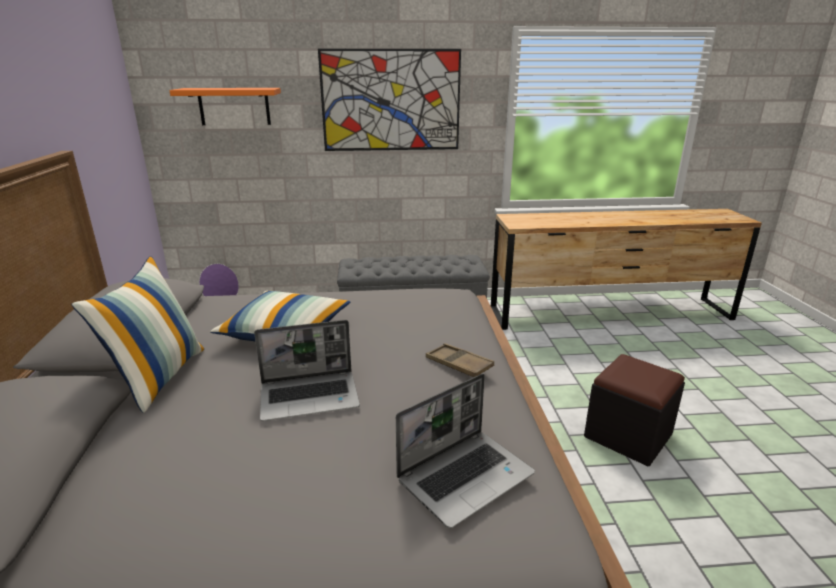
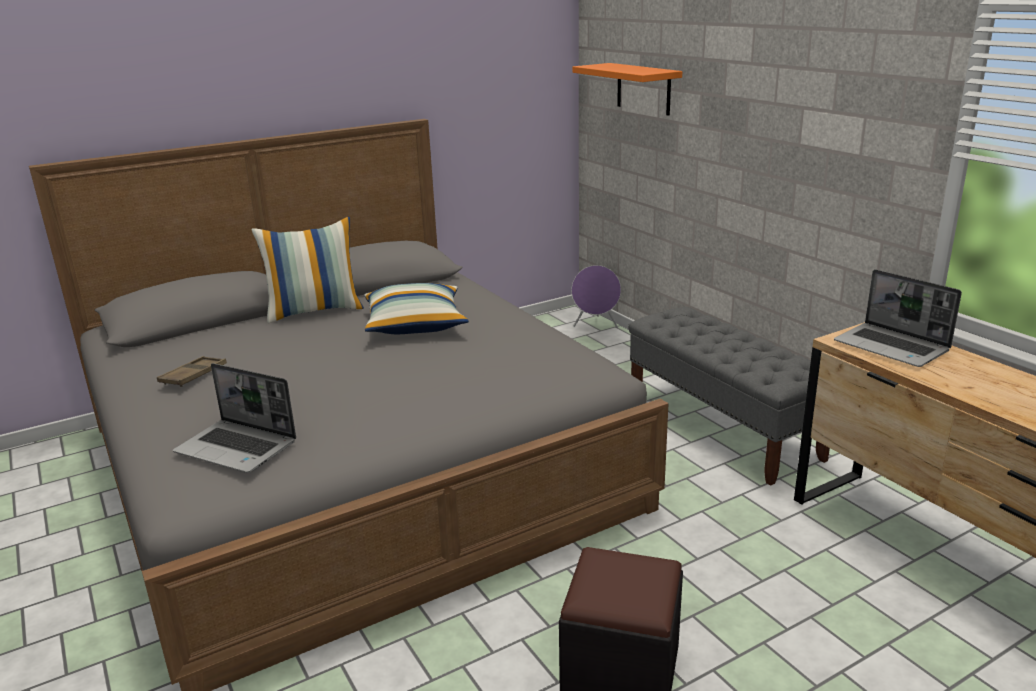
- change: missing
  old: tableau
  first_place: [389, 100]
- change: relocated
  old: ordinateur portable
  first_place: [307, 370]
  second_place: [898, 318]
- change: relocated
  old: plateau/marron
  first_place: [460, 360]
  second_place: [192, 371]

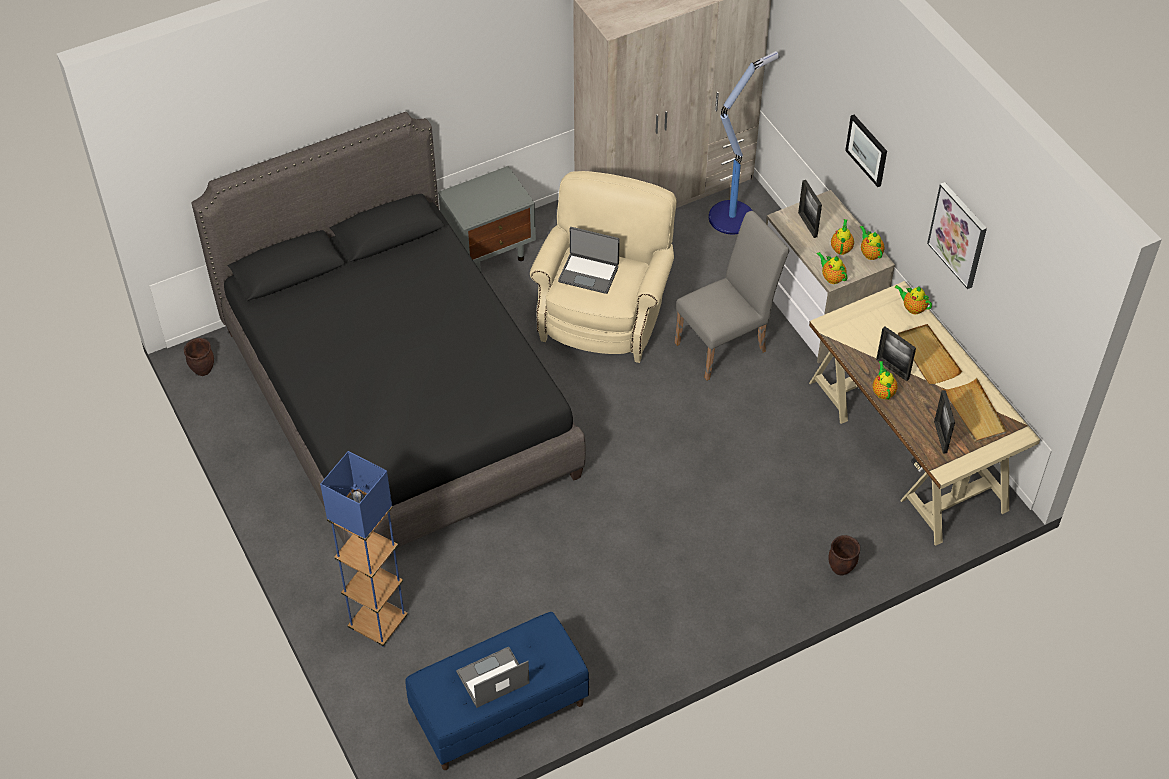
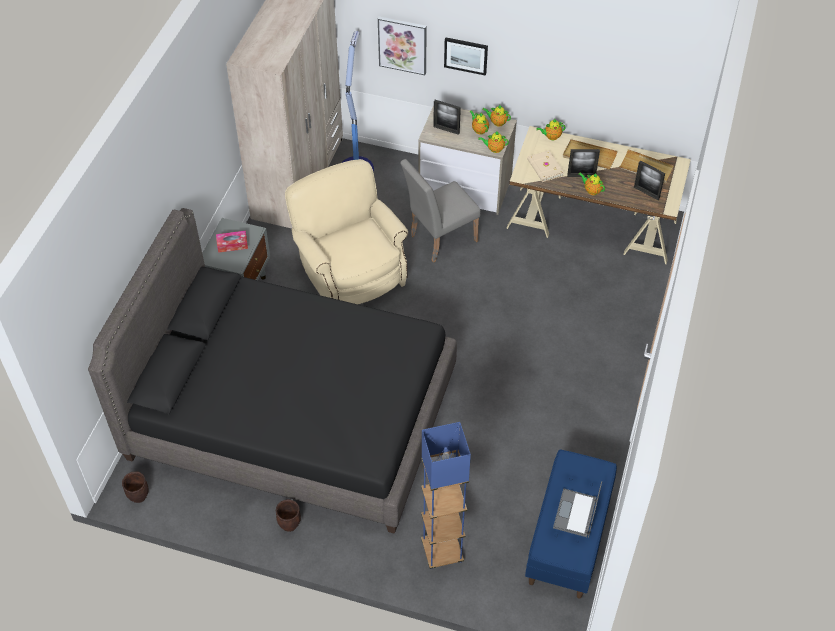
- change: relocated
  old: tableau
  first_place: [957, 235]
  second_place: [402, 45]
- change: spun
  old: chaise/gris
  first_place: [732, 296]
  second_place: [440, 211]
  degrees: -135
- change: missing
  old: ordinateur portable
  first_place: [589, 260]
- change: relocated
  old: cache-pot/marron
  first_place: [844, 555]
  second_place: [288, 515]
- change: appeared
  new: livre/beige
  second_place: [545, 166]
- change: appeared
  new: boîte à mouchoirs
  second_place: [232, 242]

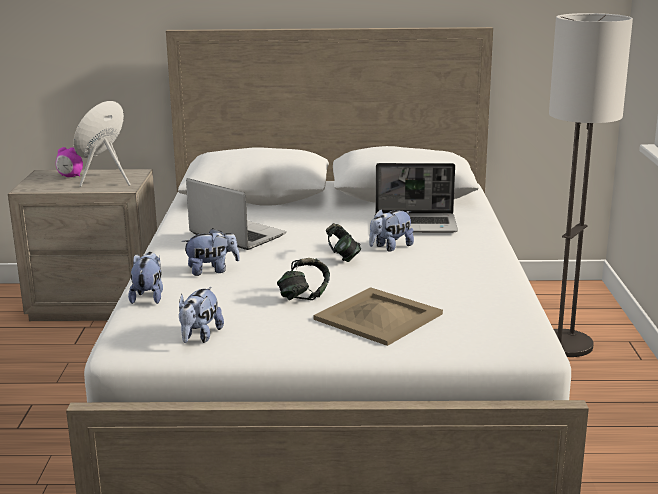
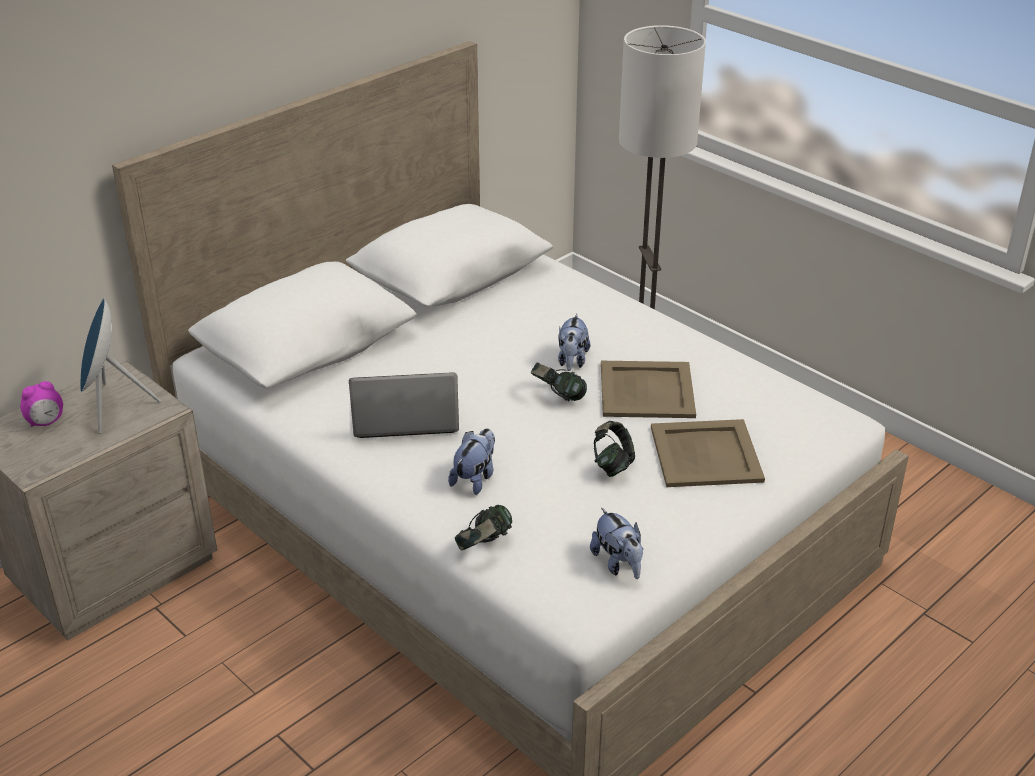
- change: missing
  old: ordinateur portable
  first_place: [416, 198]
- change: exchanged
  old: peluche
  new: casque audio
  first_place: [145, 278]
  second_place: [483, 527]
- change: appeared
  new: plateau/beige
  second_place: [648, 389]

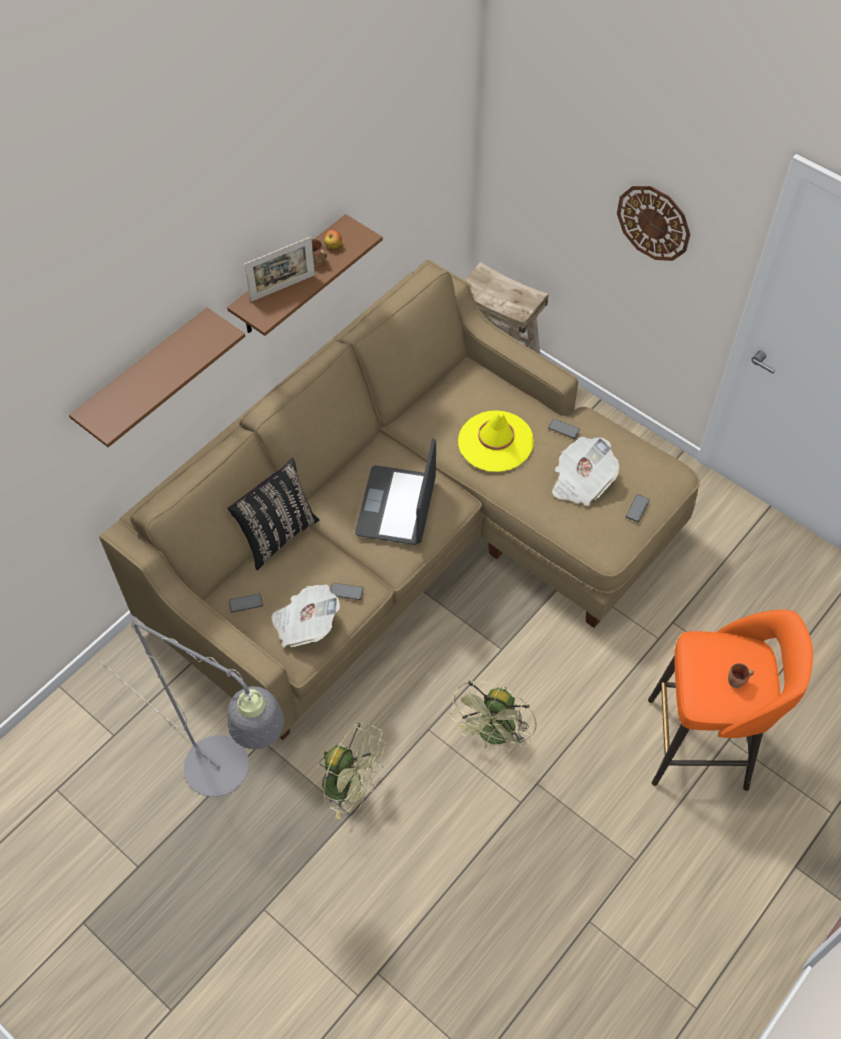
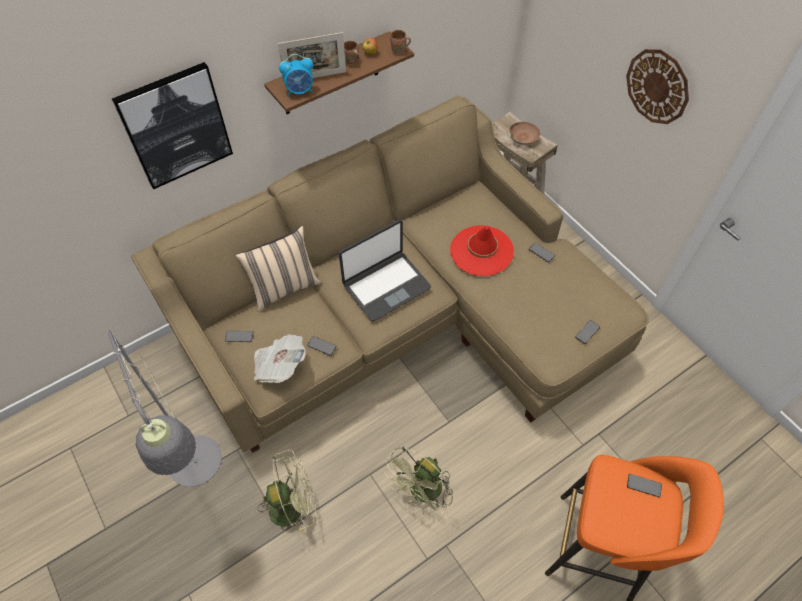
- change: exchanged
  old: étagère/marron
  new: tableau
  first_place: [157, 377]
  second_place: [172, 126]
- change: colour
  old: chapeau/jaune
  new: chapeau/rouge
  first_place: [496, 441]
  second_place: [482, 250]
- change: missing
  old: journal
  first_place: [585, 471]
- change: spun
  old: ordinateur portable
  first_place: [395, 491]
  second_place: [385, 270]
  degrees: -150
- change: colour
  old: coussin/noir
  new: coussin/beige
  first_place: [273, 514]
  second_place: [278, 269]
- change: relocated
  old: mug/marron
  first_place: [741, 675]
  second_place: [400, 42]
- change: spun
  old: ventilateur/vert
  first_place: [353, 770]
  second_place: [287, 492]
  degrees: -60
- change: appeared
  new: réveil
  second_place: [296, 75]
- change: appeared
  new: bol/marron
  second_place: [525, 133]
- change: appeared
  new: téléphone
  second_place: [644, 485]

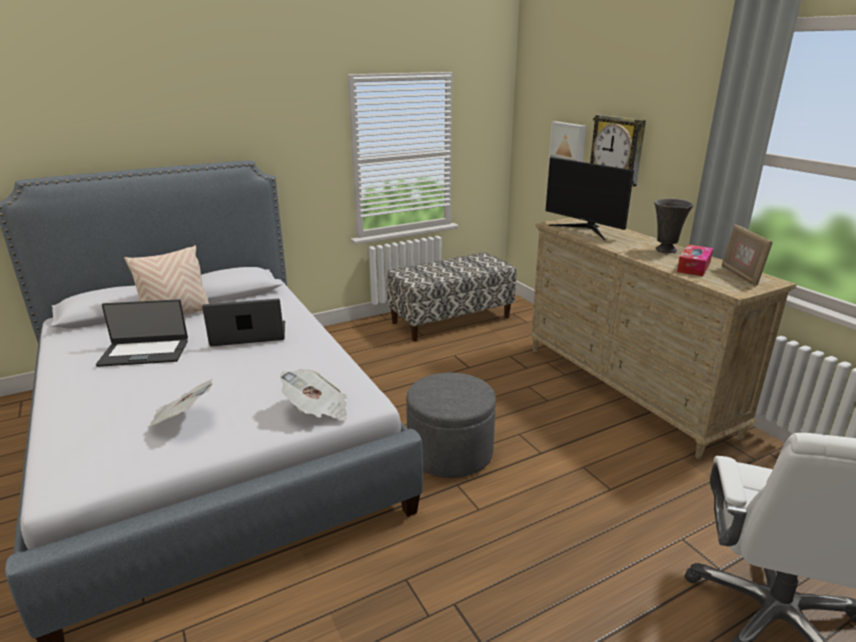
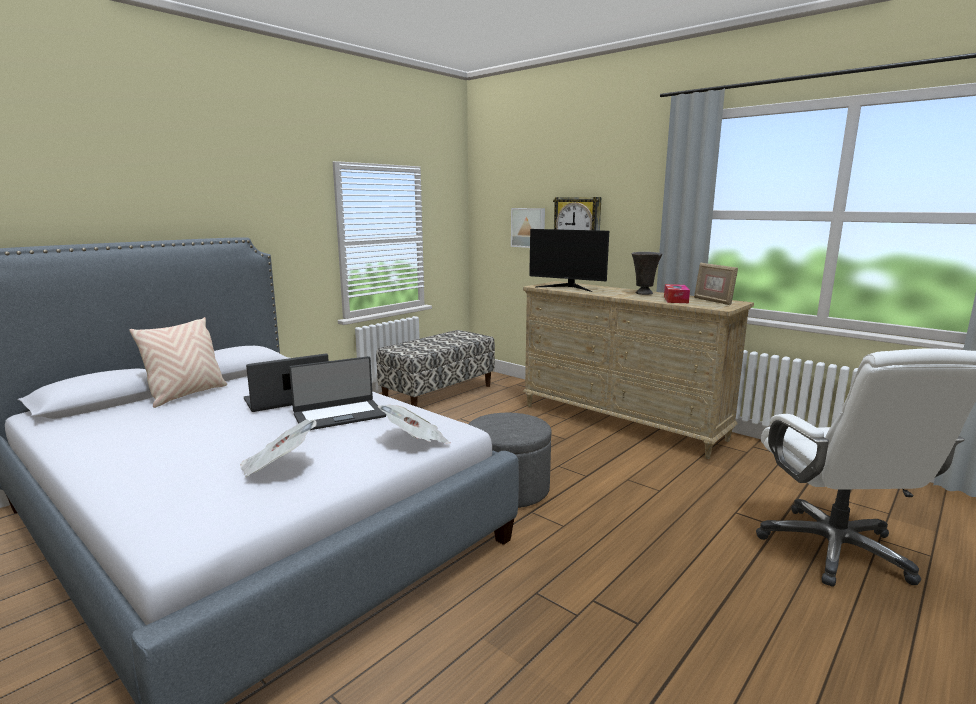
- change: relocated
  old: ordinateur portable
  first_place: [142, 333]
  second_place: [337, 393]

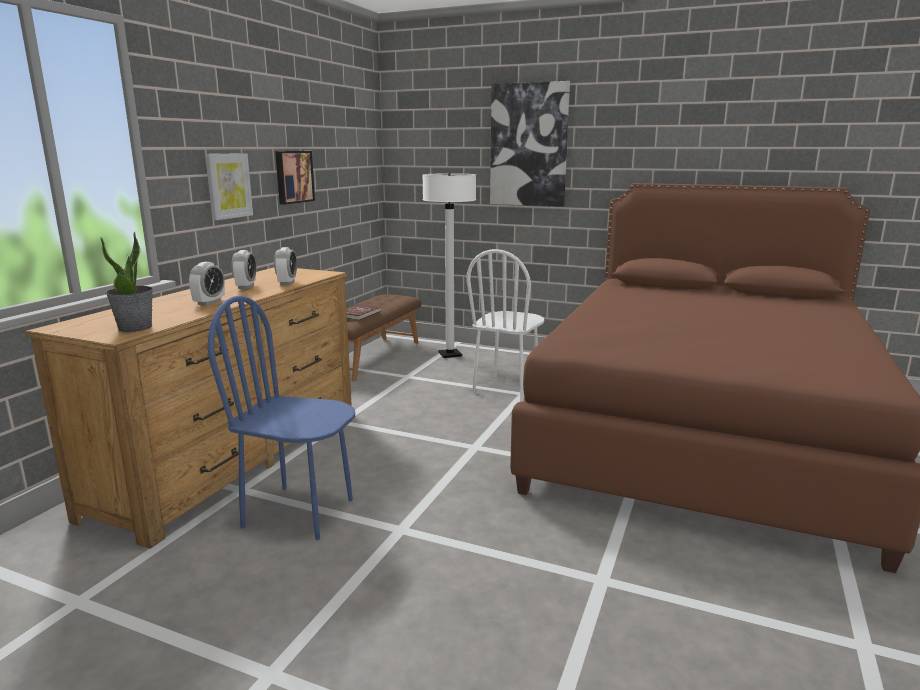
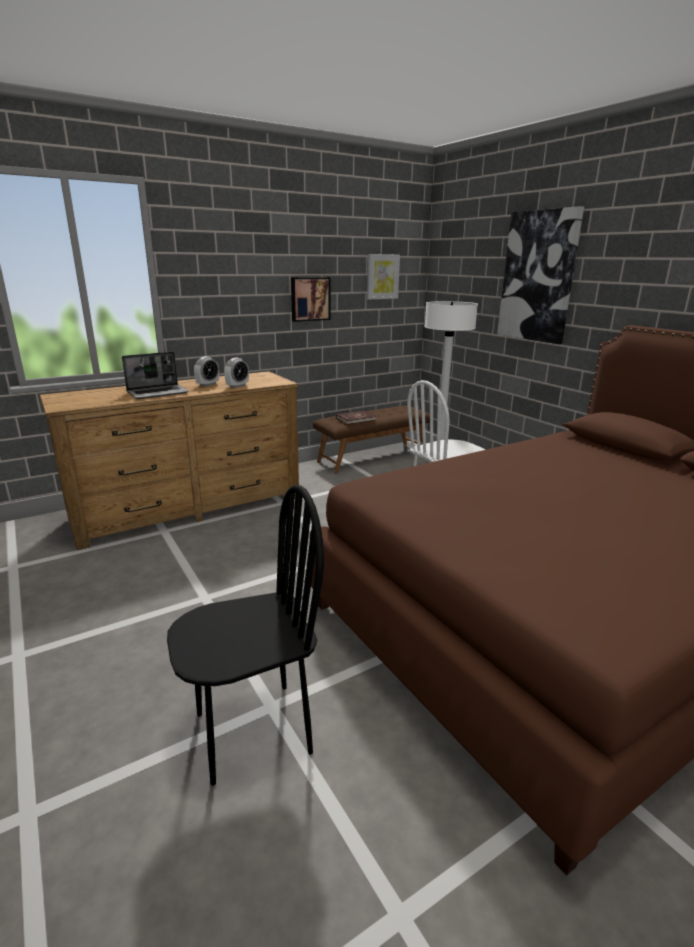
- change: relocated
  old: tableau
  first_place: [229, 186]
  second_place: [383, 276]
- change: missing
  old: plante en pot
  first_place: [126, 281]
- change: exchanged
  old: réveil
  new: ordinateur portable
  first_place: [207, 284]
  second_place: [155, 375]
- change: missing
  old: chaise/bleu
  first_place: [281, 417]
- change: appeared
  new: chaise/noir
  second_place: [245, 635]

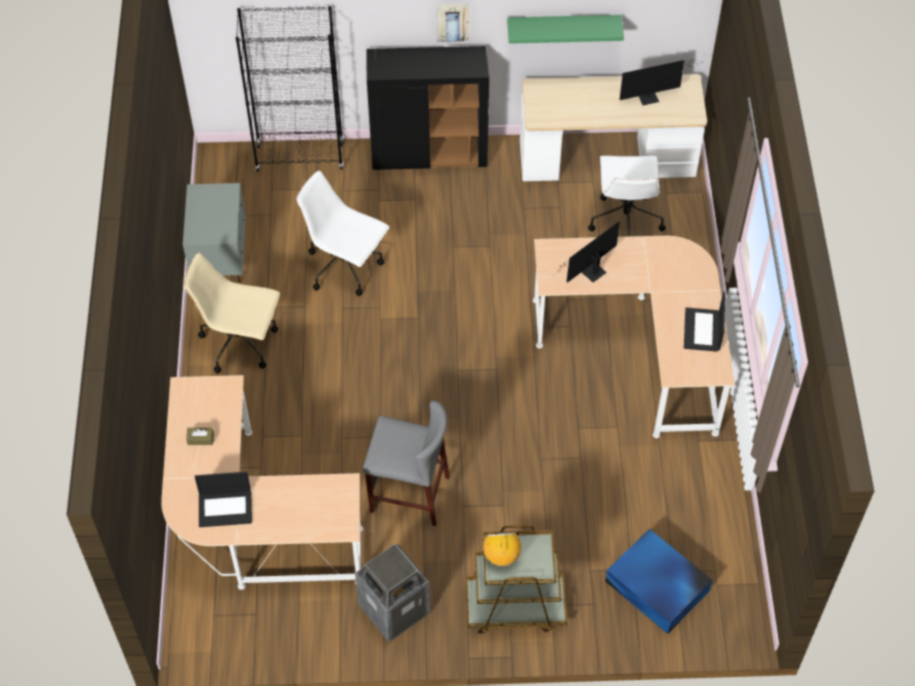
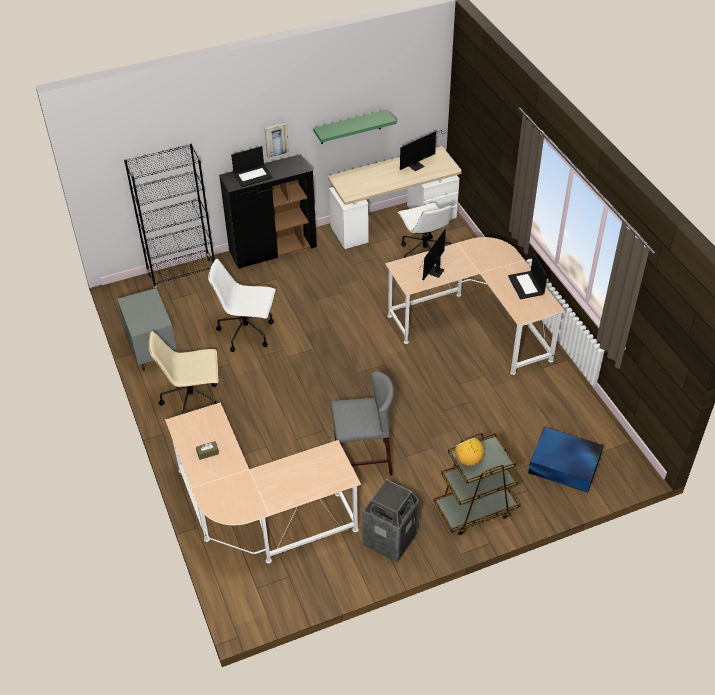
- change: relocated
  old: ordinateur portable
  first_place: [223, 499]
  second_place: [252, 166]

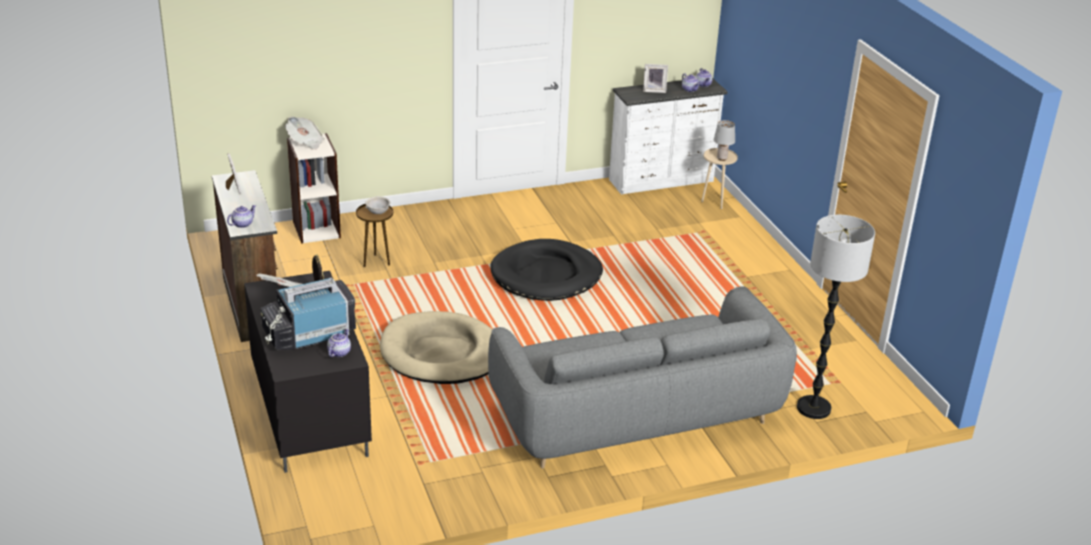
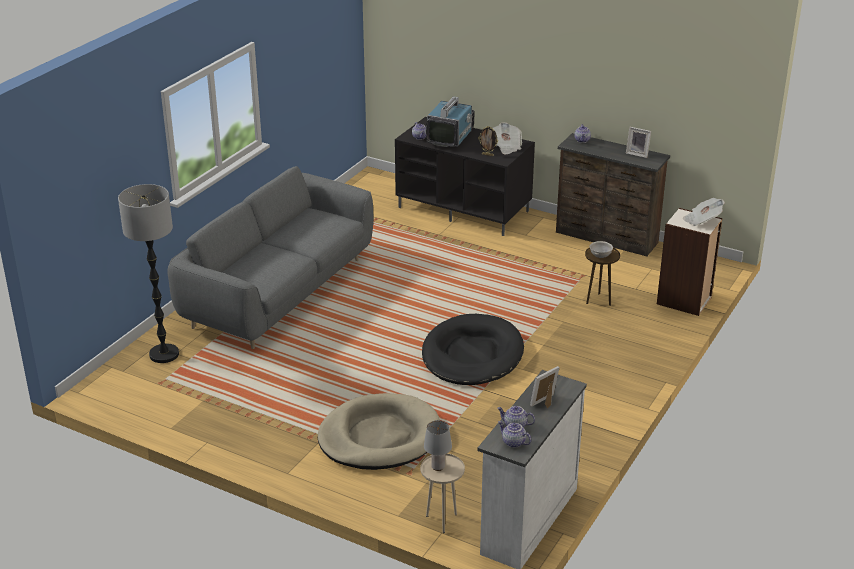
- change: relocated
  old: panier pour chien/beige
  first_place: [436, 347]
  second_place: [379, 431]

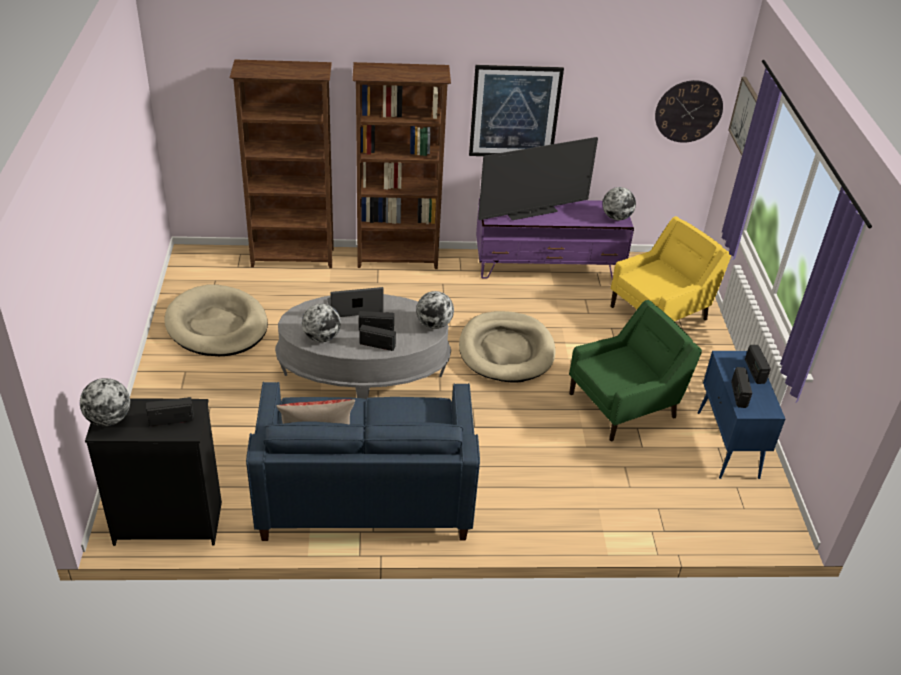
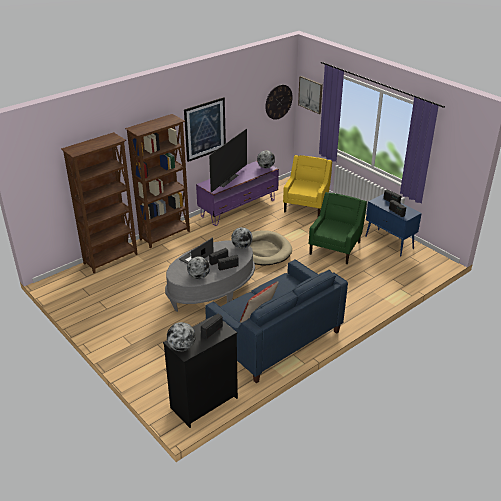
- change: missing
  old: panier pour chien/beige
  first_place: [216, 320]

